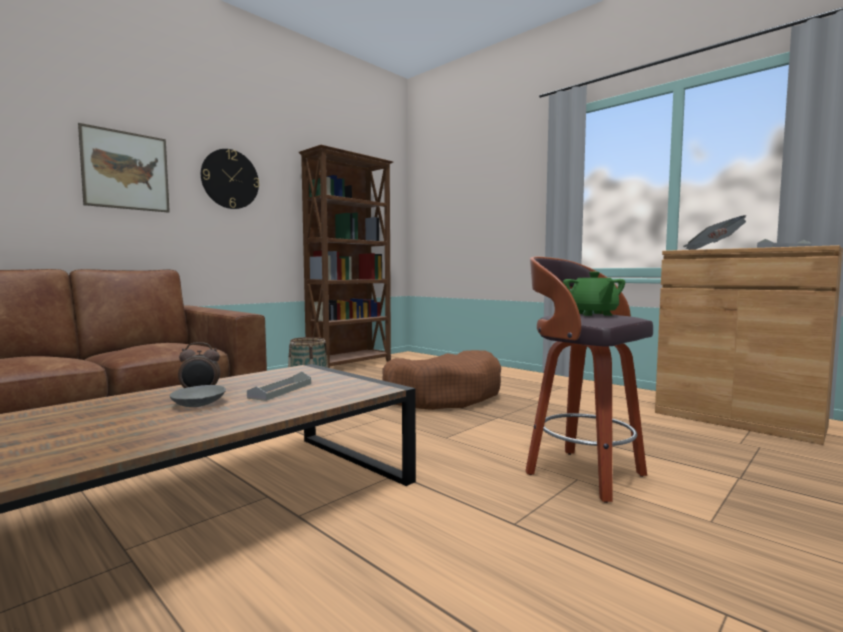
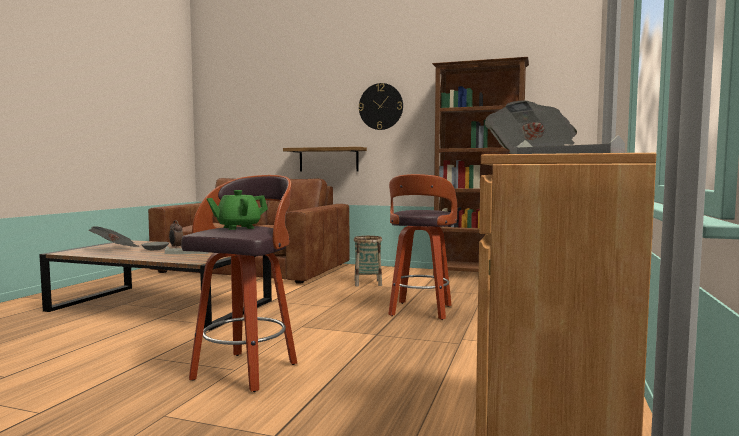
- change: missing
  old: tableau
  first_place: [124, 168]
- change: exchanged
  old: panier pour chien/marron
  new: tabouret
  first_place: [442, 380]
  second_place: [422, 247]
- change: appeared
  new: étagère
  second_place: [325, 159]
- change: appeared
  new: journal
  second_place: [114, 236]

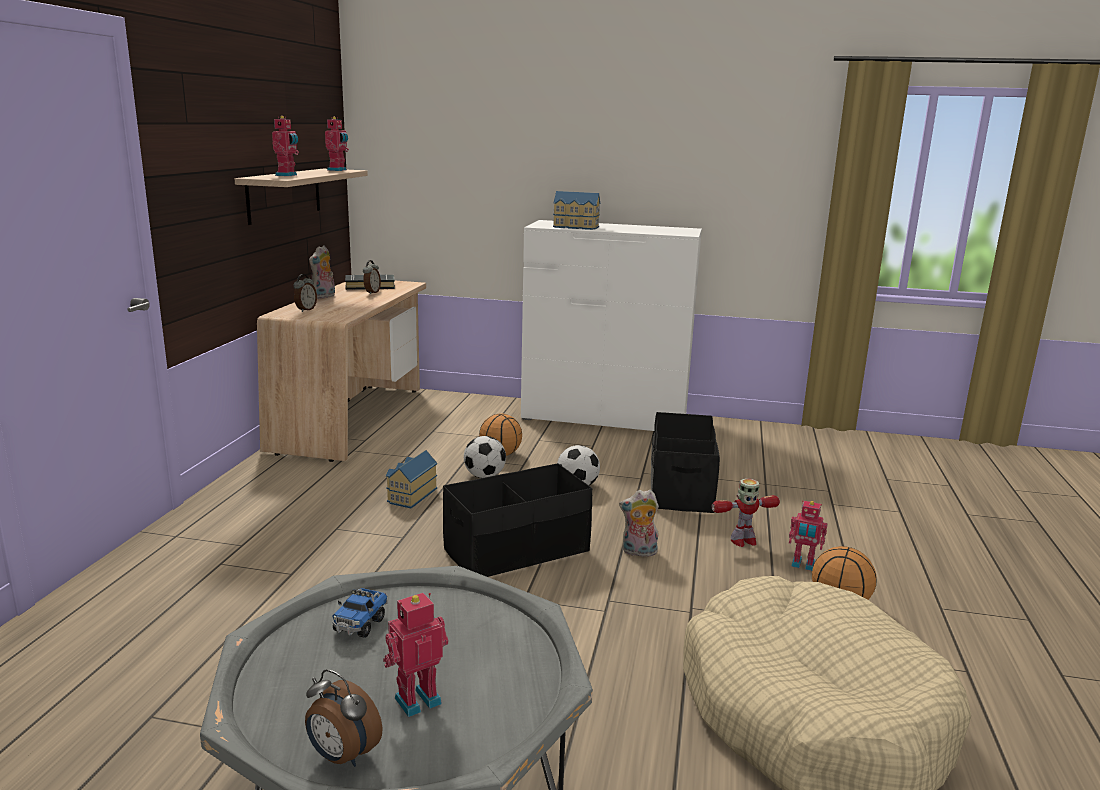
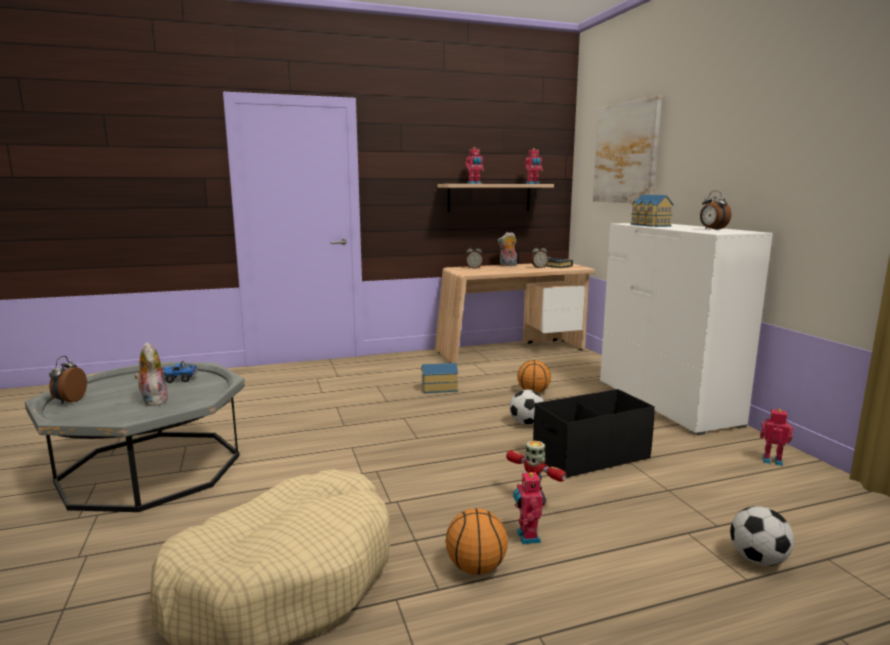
- change: relocated
  old: ballon de foot
  first_place: [485, 457]
  second_place: [762, 536]
- change: missing
  old: boîte de rangement/noir
  first_place: [518, 520]
- change: relocated
  old: peluche
  first_place: [639, 523]
  second_place: [151, 374]
- change: relocated
  old: robot jouet
  first_place: [415, 655]
  second_place: [776, 437]
- change: appeared
  new: tableau
  second_place: [627, 149]
- change: appeared
  new: réveil
  second_place: [715, 210]

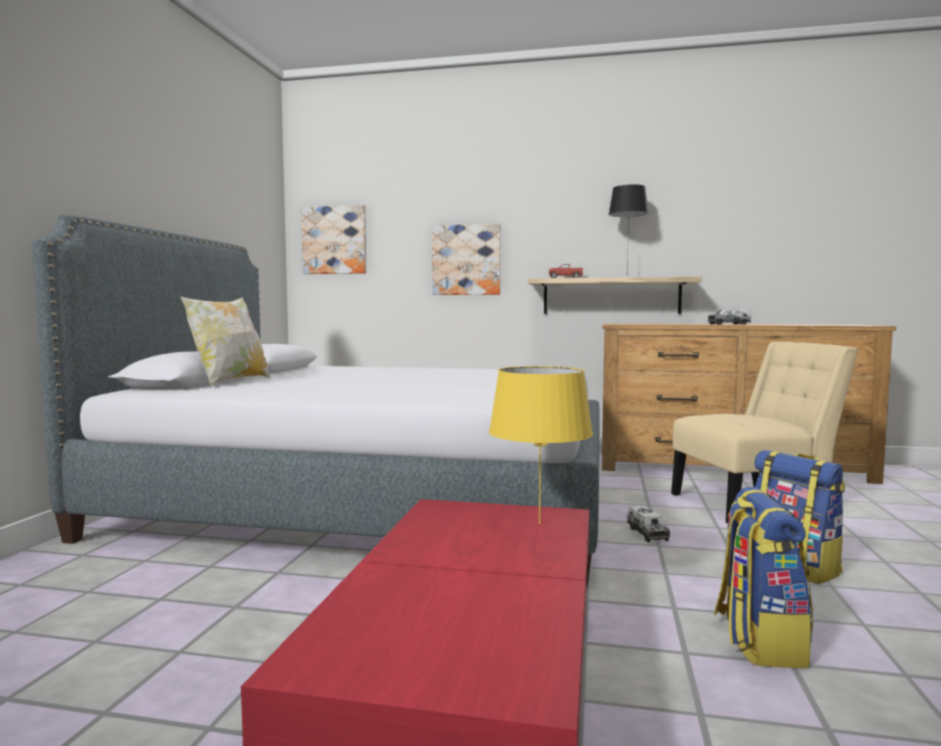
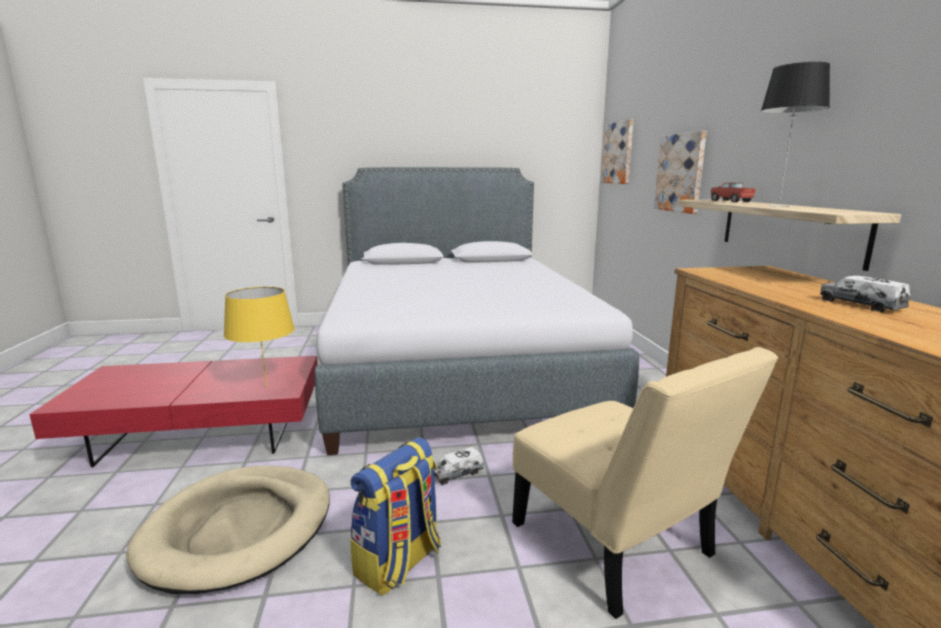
- change: missing
  old: coussin
  first_place: [225, 341]
- change: exchanged
  old: sac à dos
  new: panier pour chien/beige
  first_place: [763, 577]
  second_place: [228, 530]

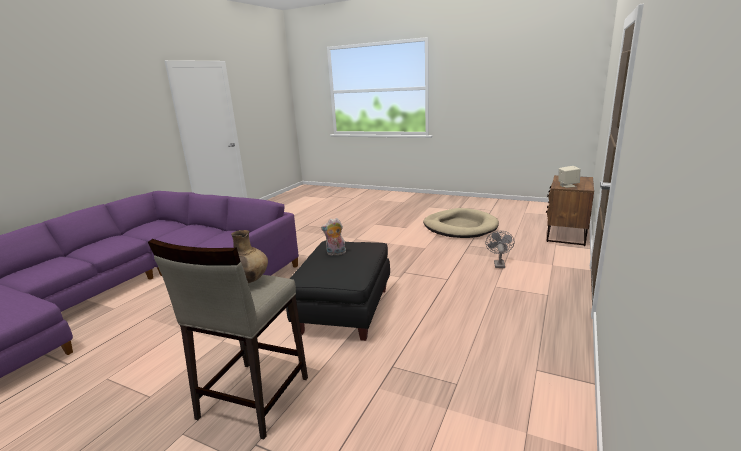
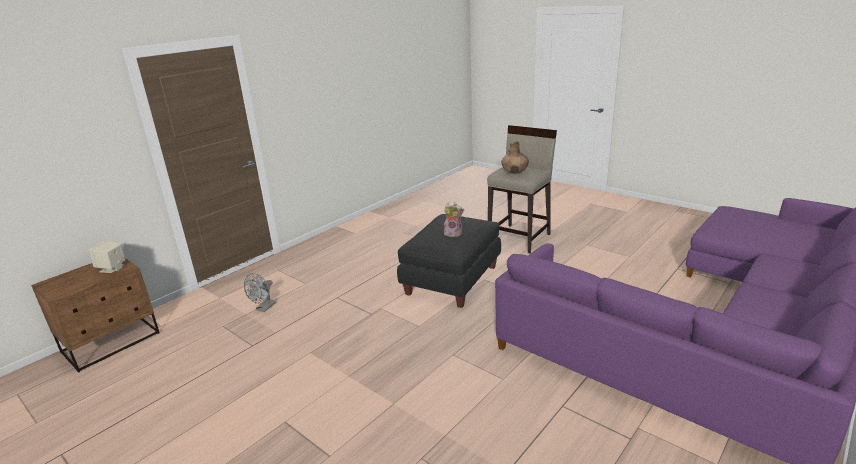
- change: missing
  old: panier pour chien/beige
  first_place: [461, 223]

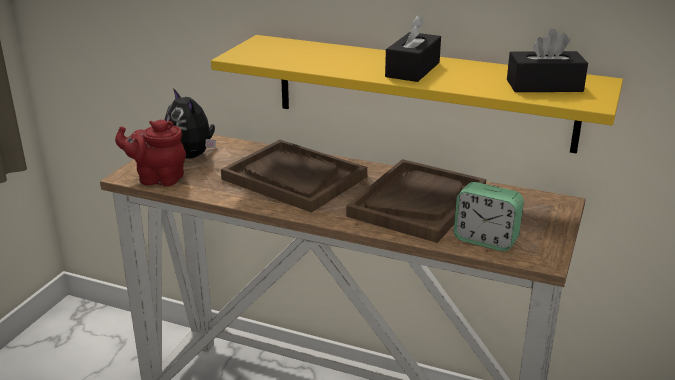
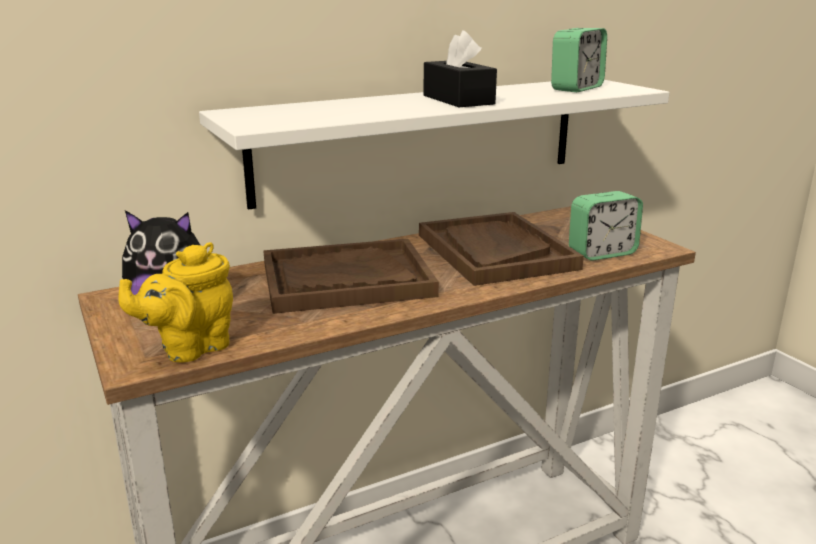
- change: exchanged
  old: boîte à mouchoirs/noir
  new: réveil
  first_place: [547, 60]
  second_place: [579, 60]
- change: colour
  old: étagère/jaune
  new: étagère/blanc
  first_place: [417, 94]
  second_place: [434, 145]
- change: colour
  old: théière/rouge
  new: théière/jaune
  first_place: [150, 153]
  second_place: [175, 302]

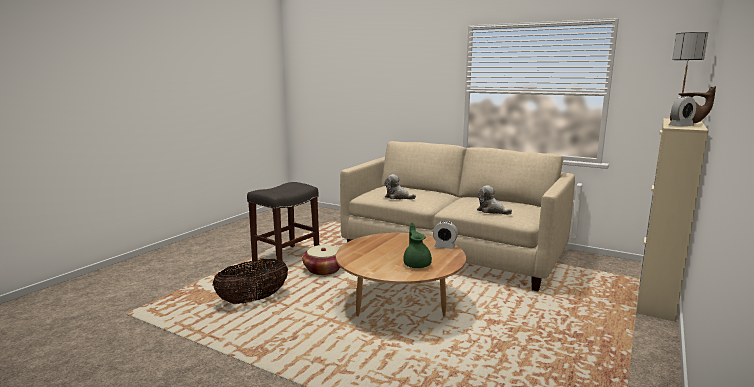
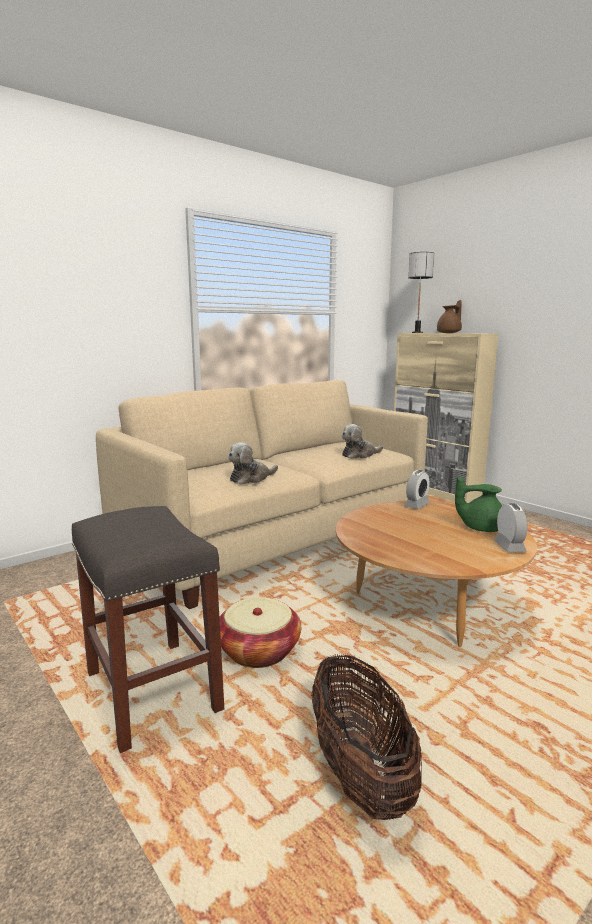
- change: relocated
  old: réveil
  first_place: [682, 111]
  second_place: [511, 527]

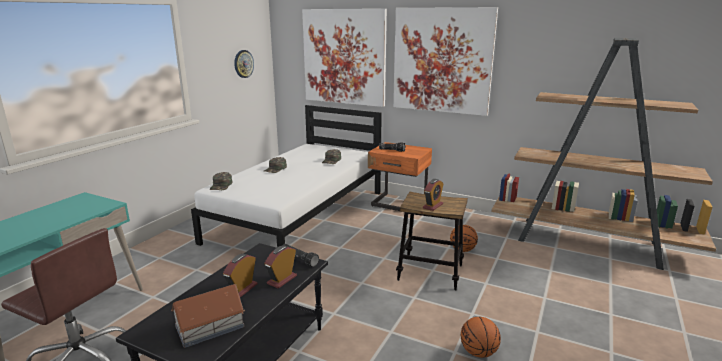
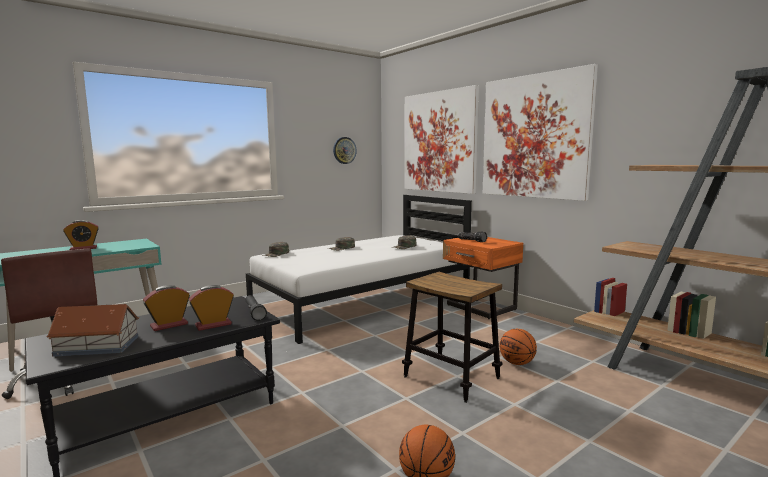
- change: relocated
  old: réveil
  first_place: [433, 195]
  second_place: [81, 235]

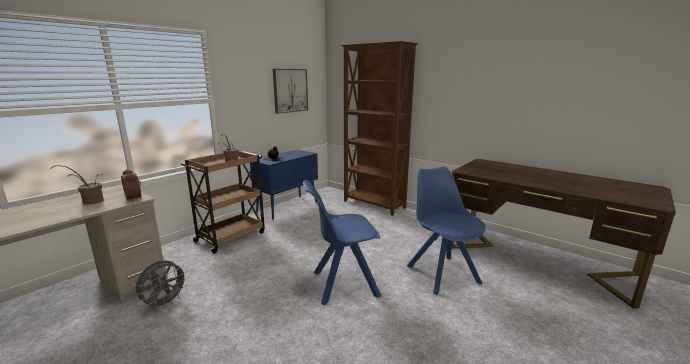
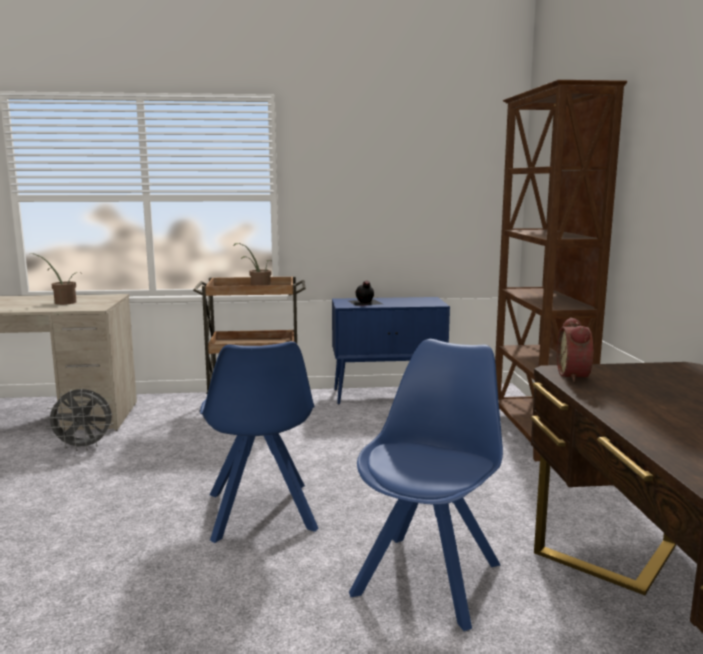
- change: missing
  old: tableau
  first_place: [290, 91]
- change: relocated
  old: réveil
  first_place: [131, 185]
  second_place: [575, 349]
- change: spun
  old: chaise/bleu
  first_place: [342, 242]
  second_place: [259, 442]
  degrees: -135

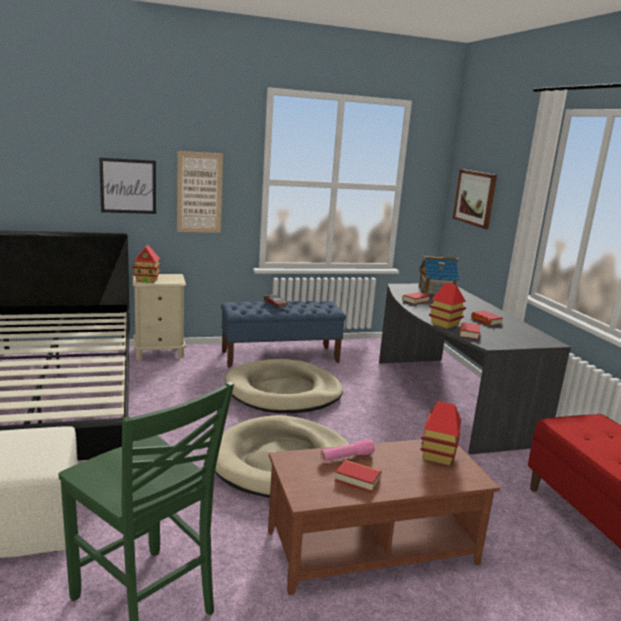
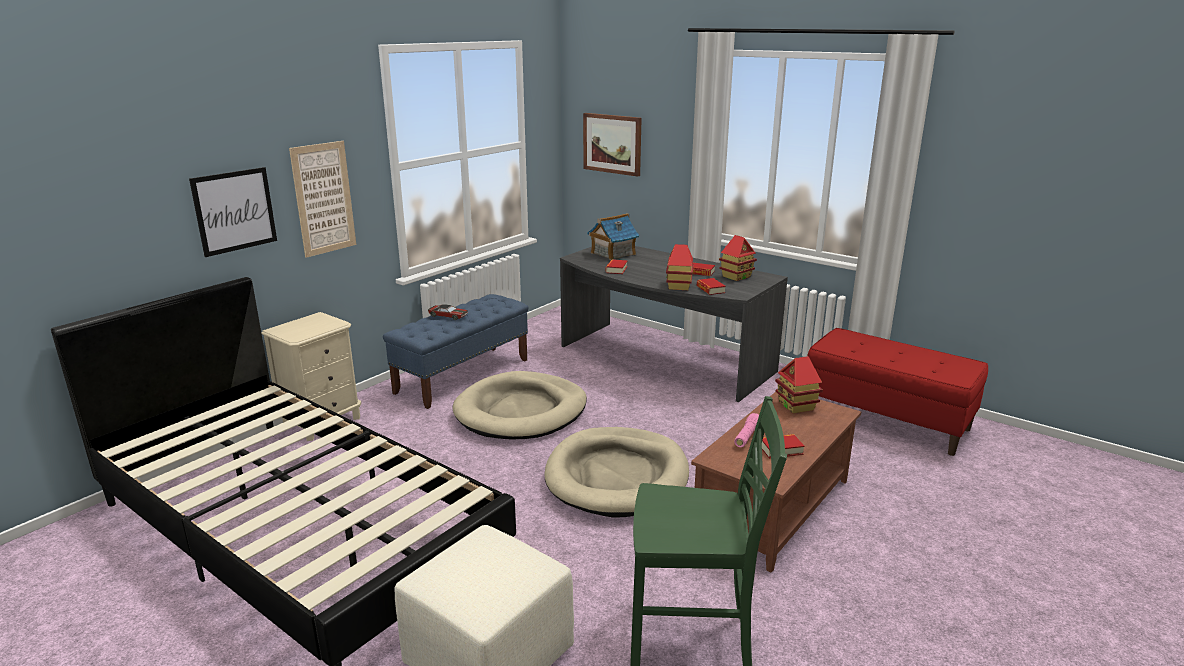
- change: relocated
  old: maison miniature
  first_place: [146, 264]
  second_place: [738, 258]

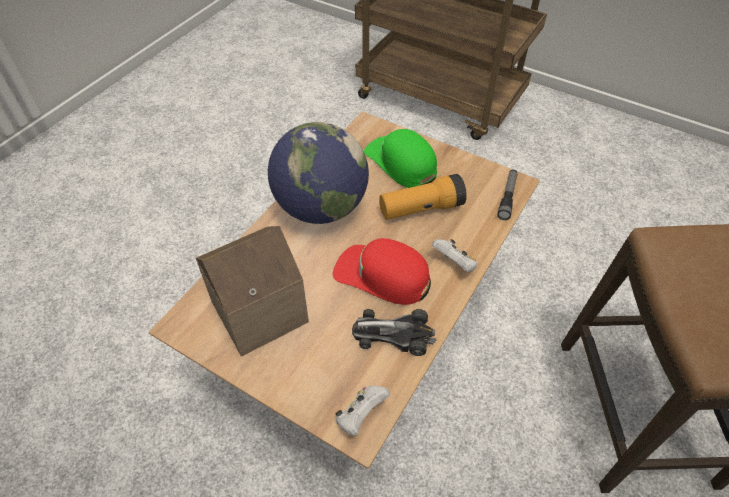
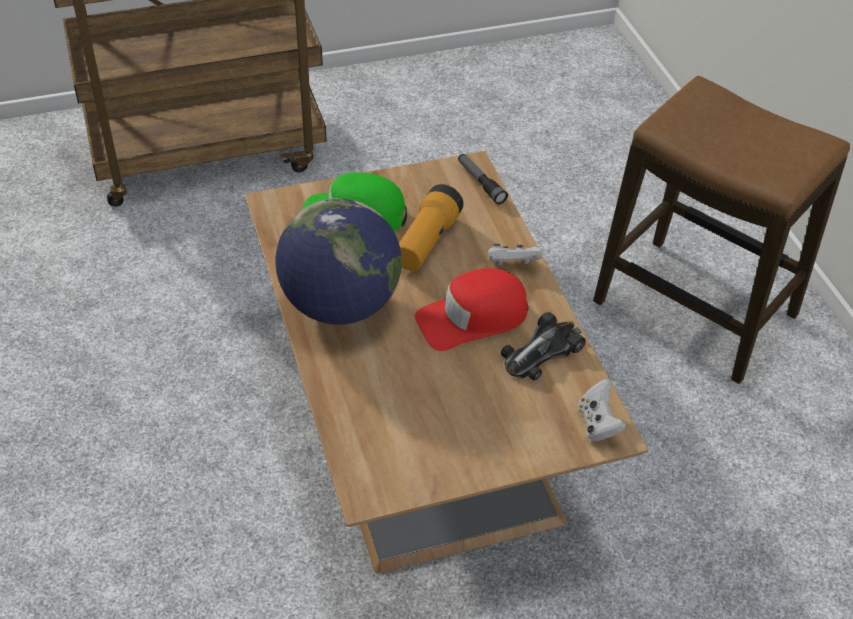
- change: missing
  old: maison miniature
  first_place: [252, 291]

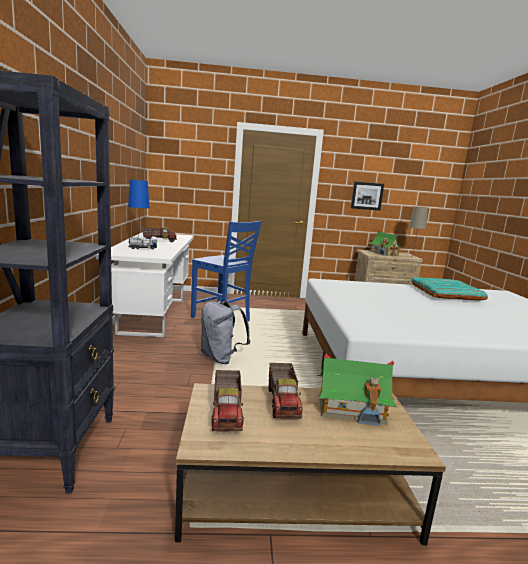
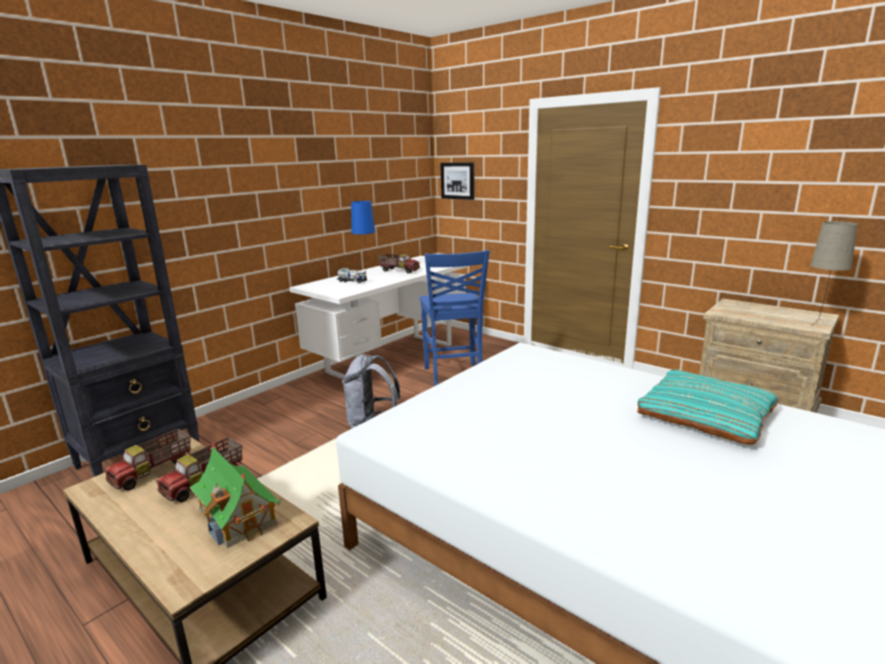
- change: relocated
  old: tableau
  first_place: [367, 195]
  second_place: [457, 181]
- change: missing
  old: maison miniature
  first_place: [385, 243]

